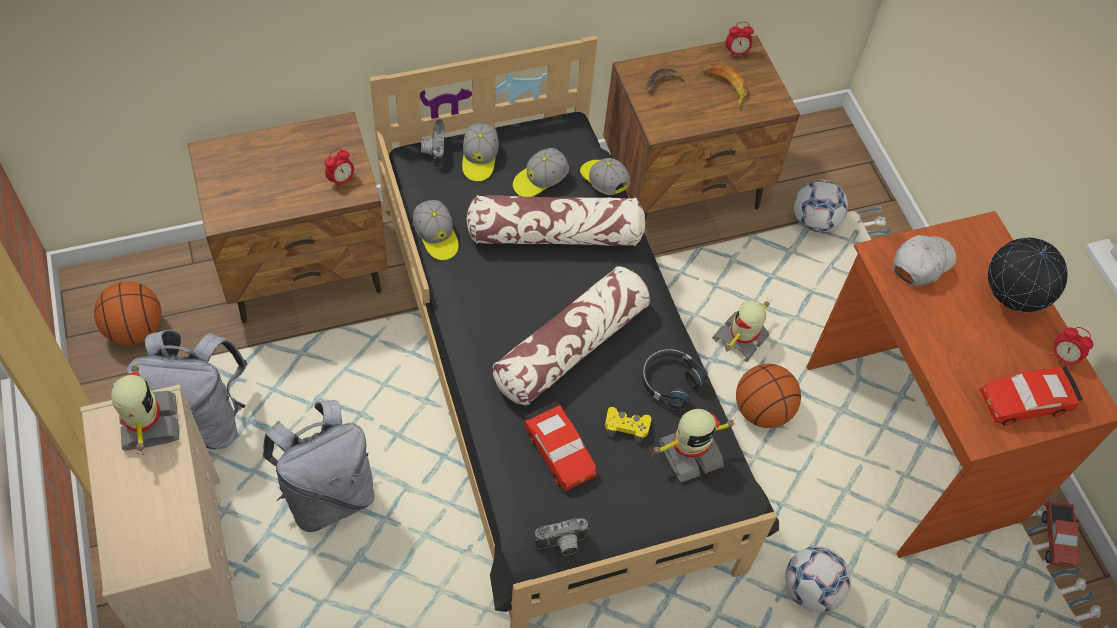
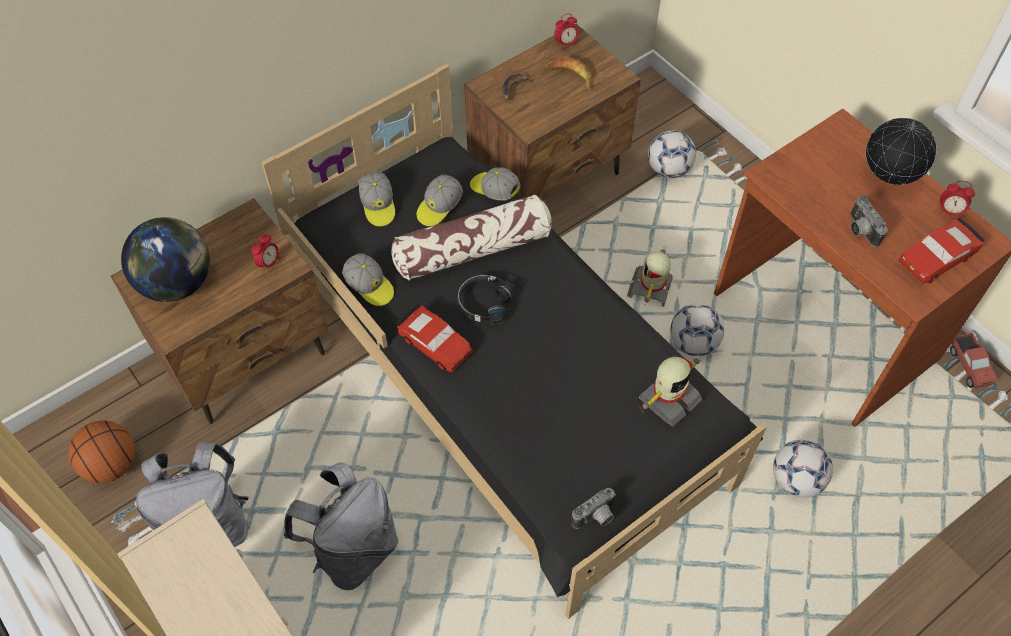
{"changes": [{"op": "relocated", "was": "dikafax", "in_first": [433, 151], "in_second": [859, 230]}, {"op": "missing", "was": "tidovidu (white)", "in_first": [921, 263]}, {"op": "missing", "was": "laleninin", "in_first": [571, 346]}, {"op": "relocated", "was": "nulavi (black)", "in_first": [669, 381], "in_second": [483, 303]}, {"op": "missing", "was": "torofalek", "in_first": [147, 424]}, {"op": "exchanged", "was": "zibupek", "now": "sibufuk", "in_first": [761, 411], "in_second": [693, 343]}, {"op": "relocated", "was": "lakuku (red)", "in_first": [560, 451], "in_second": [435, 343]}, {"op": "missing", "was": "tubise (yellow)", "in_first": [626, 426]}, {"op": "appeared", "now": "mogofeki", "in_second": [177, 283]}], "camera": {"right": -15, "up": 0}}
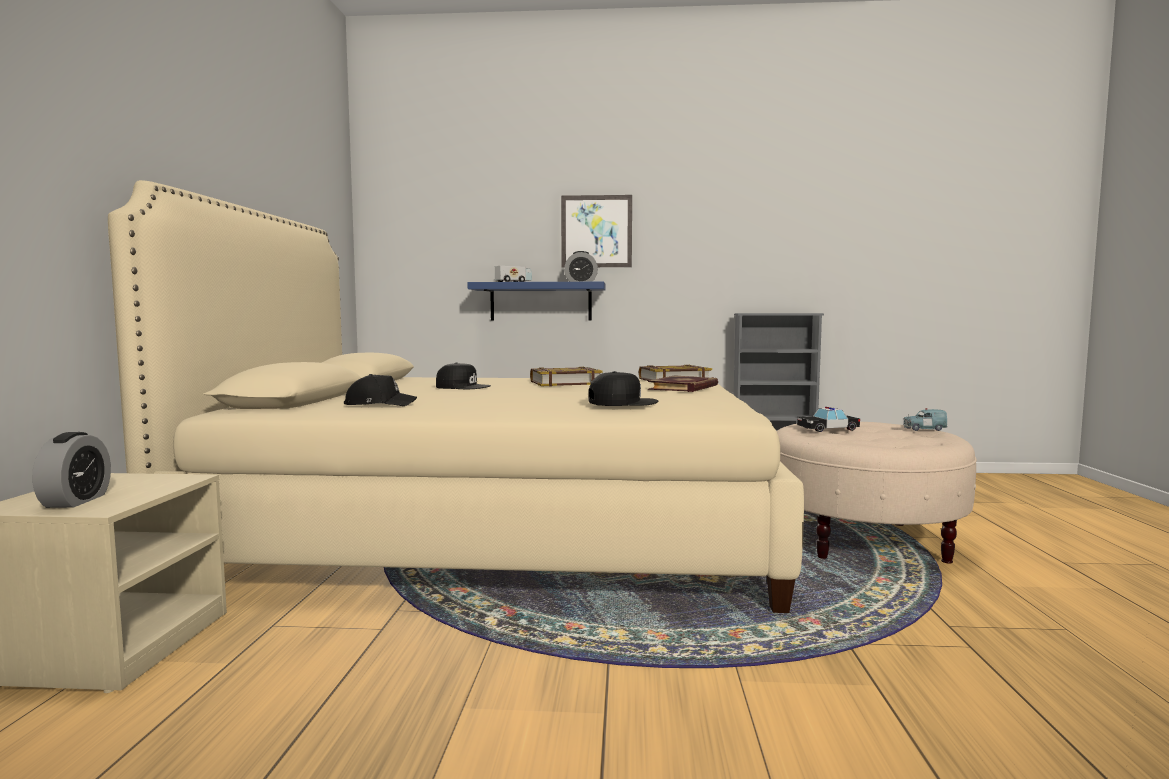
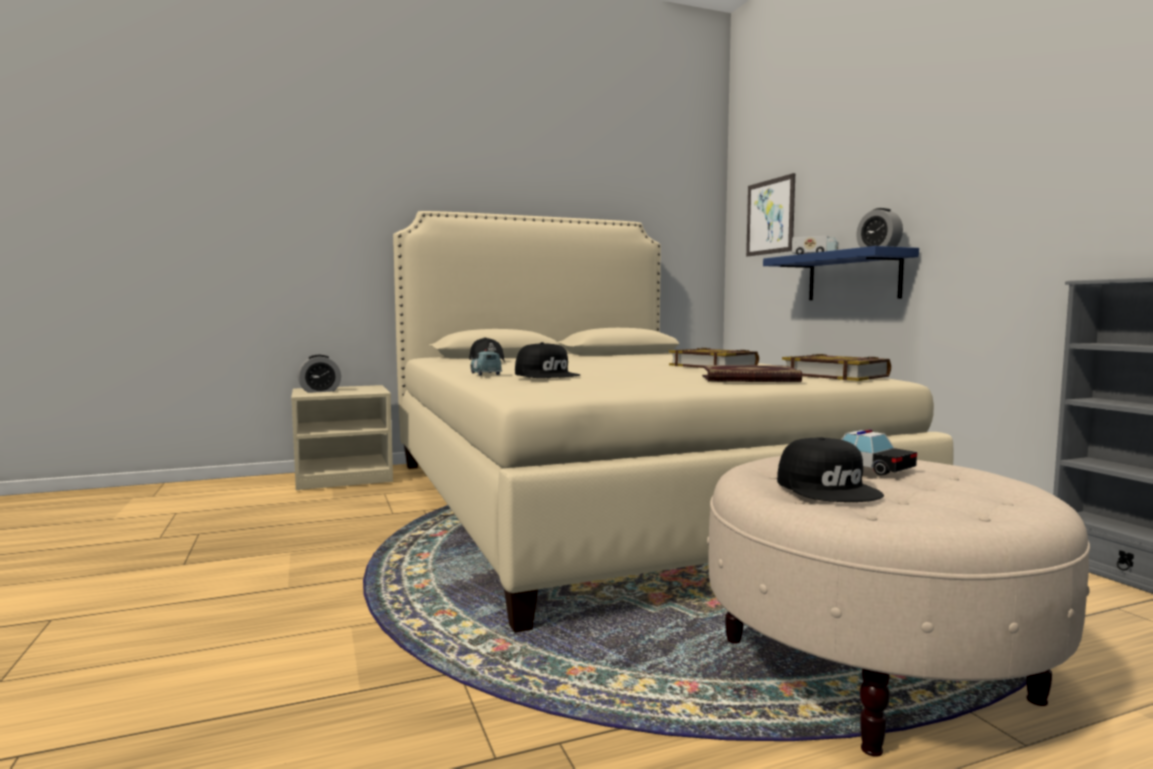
{"changes": [{"op": "relocated", "was": "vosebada", "in_first": [596, 231], "in_second": [770, 217]}, {"op": "relocated", "was": "tidovidu (black)", "in_first": [463, 387], "in_second": [829, 488]}, {"op": "relocated", "was": "lakuku (blue)", "in_first": [924, 429], "in_second": [485, 374]}], "camera": {"right": 65, "up": 0}}
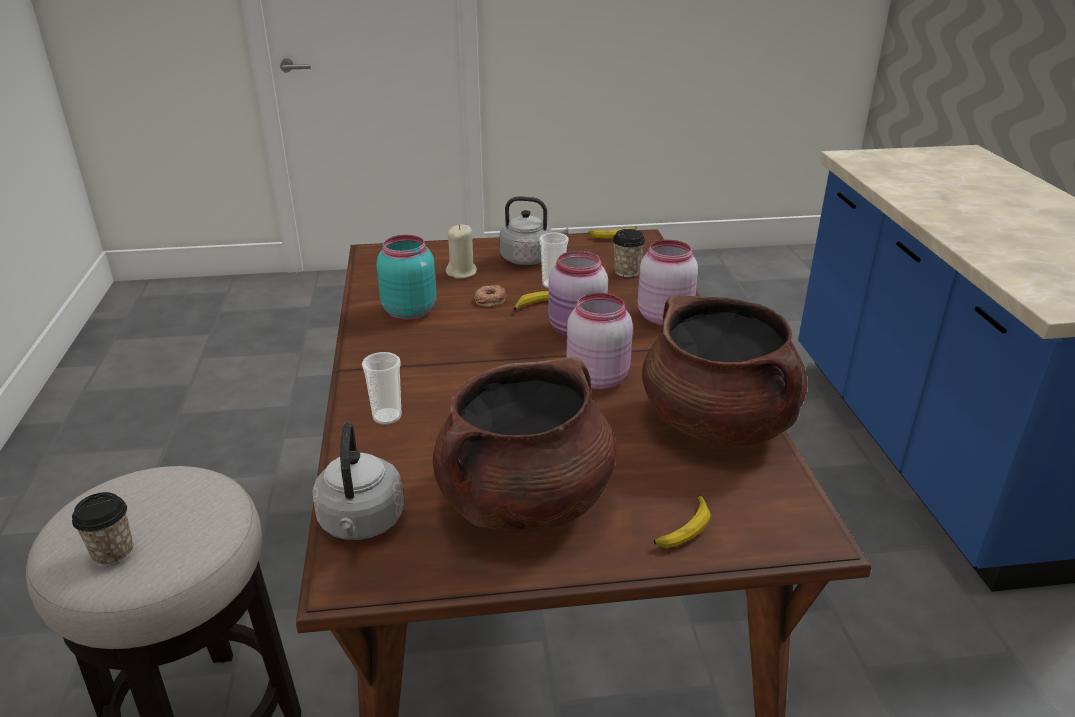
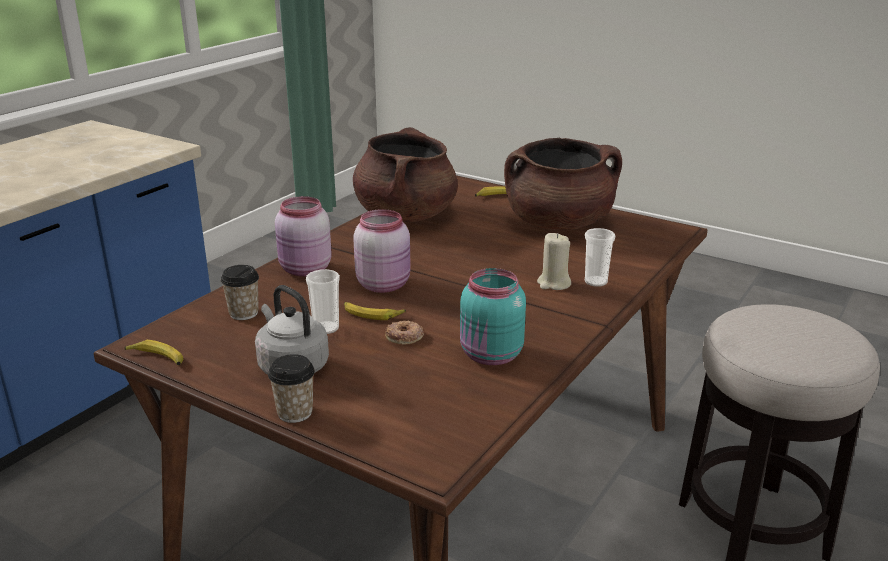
{"changes": [{"op": "relocated", "was": "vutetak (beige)", "in_first": [462, 272], "in_second": [553, 284]}, {"op": "missing", "was": "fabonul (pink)", "in_first": [597, 377]}, {"op": "missing", "was": "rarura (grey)", "in_first": [361, 523]}, {"op": "relocated", "was": "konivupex", "in_first": [113, 553], "in_second": [295, 413]}], "camera": {"right": -140, "up": -5}}
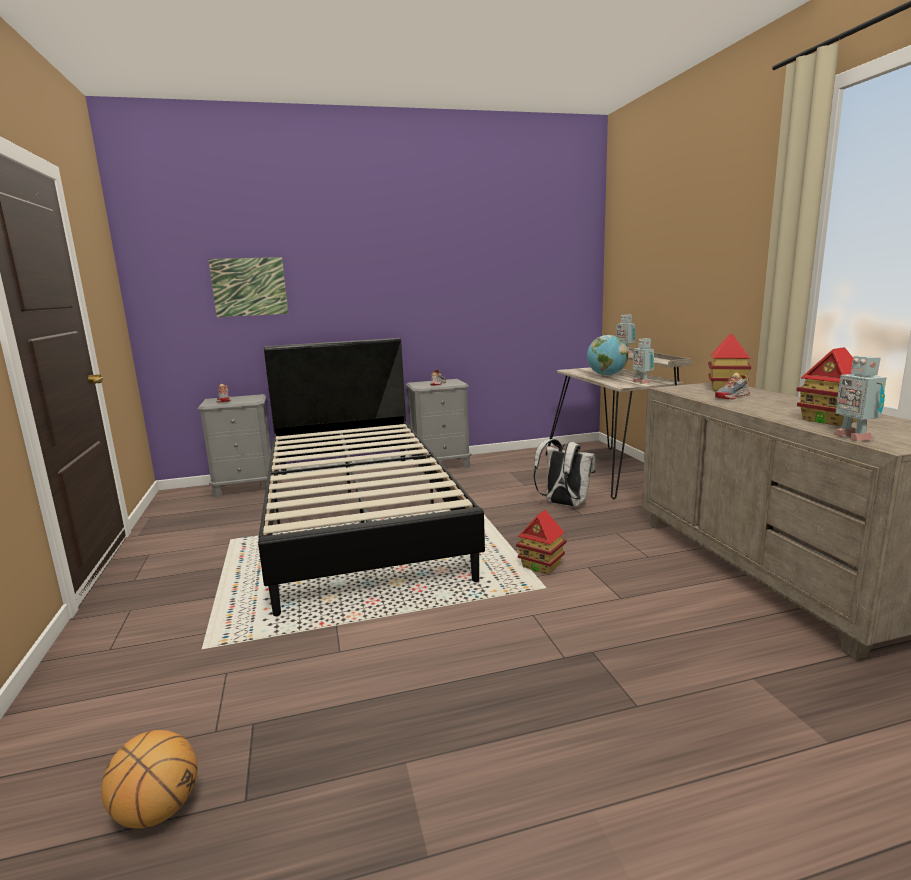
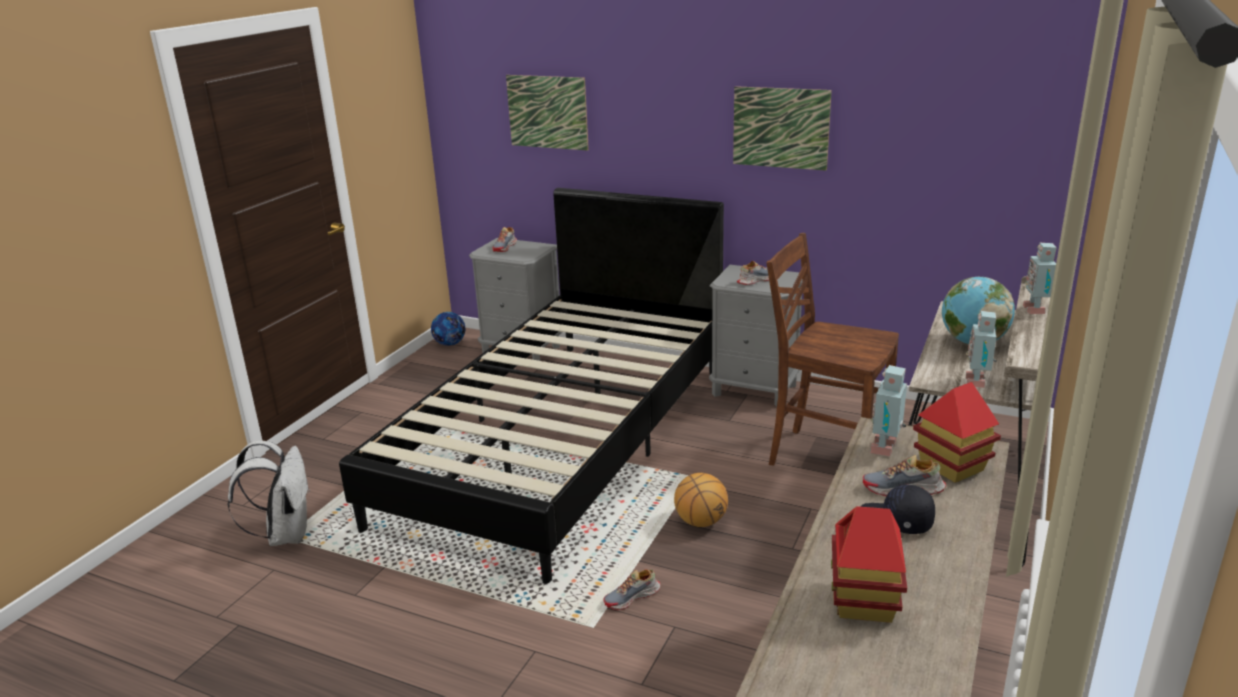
{"changes": [{"op": "relocated", "was": "torofalek", "in_first": [853, 437], "in_second": [886, 448]}, {"op": "relocated", "was": "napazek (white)", "in_first": [563, 504], "in_second": [286, 534]}, {"op": "exchanged", "was": "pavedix", "now": "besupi", "in_first": [541, 565], "in_second": [632, 597]}, {"op": "relocated", "was": "zibupek", "in_first": [158, 811], "in_second": [700, 522]}, {"op": "appeared", "now": "vosebada", "in_second": [780, 128]}, {"op": "appeared", "now": "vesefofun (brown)", "in_second": [825, 457]}, {"op": "appeared", "now": "sibufuk", "in_second": [450, 344]}, {"op": "appeared", "now": "tidovidu (black)", "in_second": [896, 521]}], "camera": {"right": 40, "up": 10}}
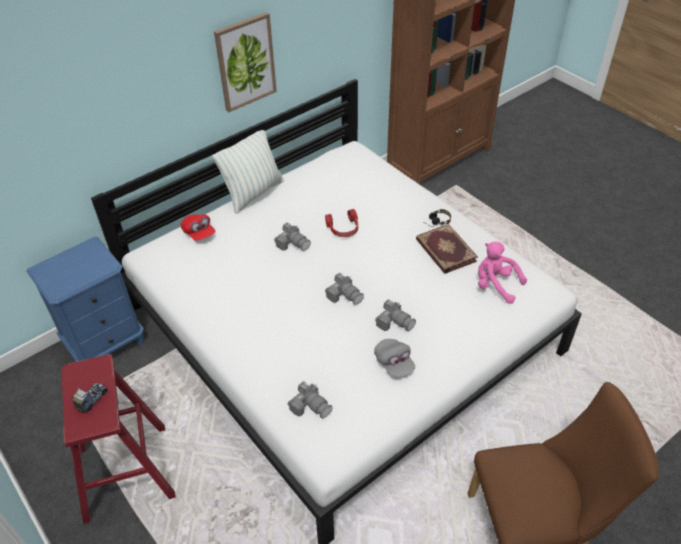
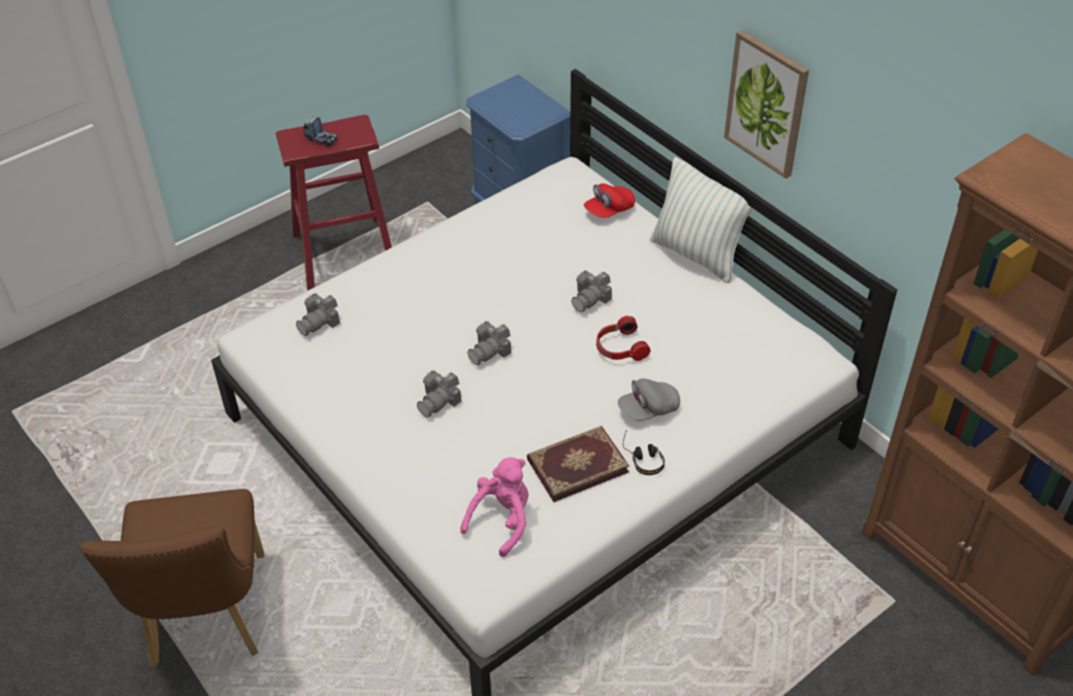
{"changes": [{"op": "relocated", "was": "tidovidu (grey)", "in_first": [394, 363], "in_second": [648, 409]}], "camera": {"right": 90, "up": 0}}
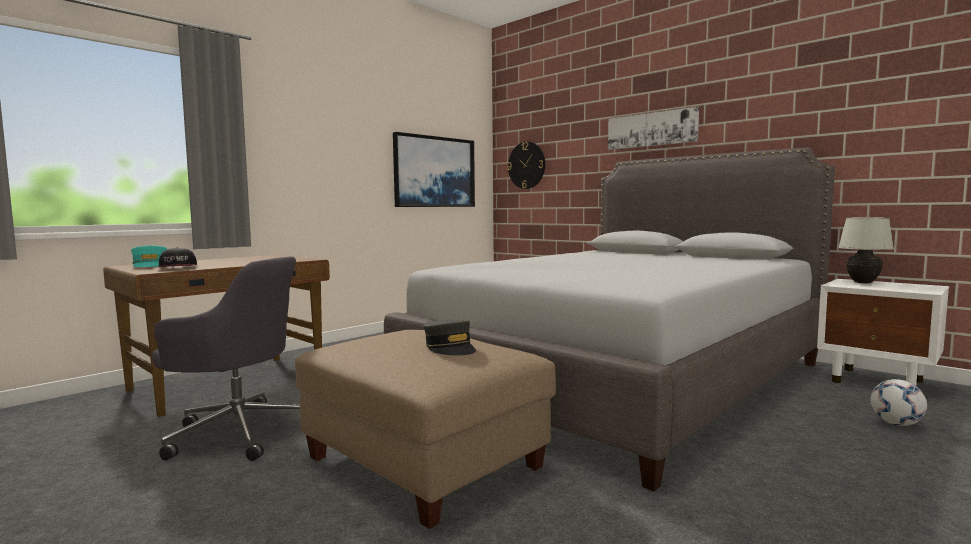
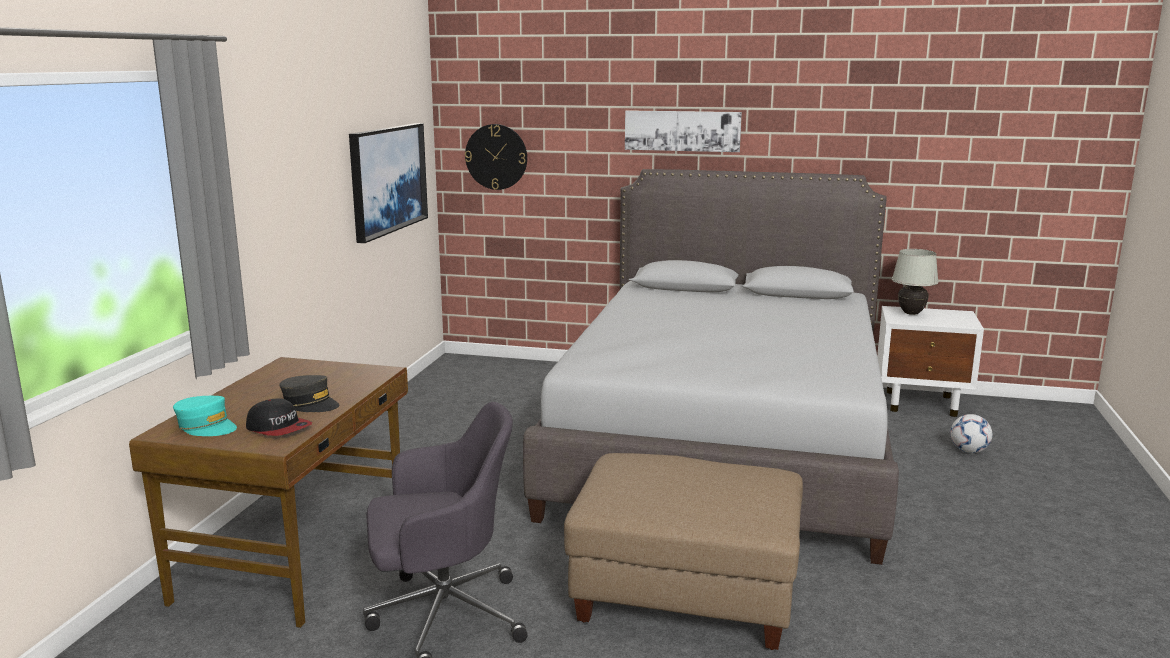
{"changes": [{"op": "relocated", "was": "tidovidu (grey)", "in_first": [450, 348], "in_second": [310, 404]}], "camera": {"right": -30, "up": 10}}
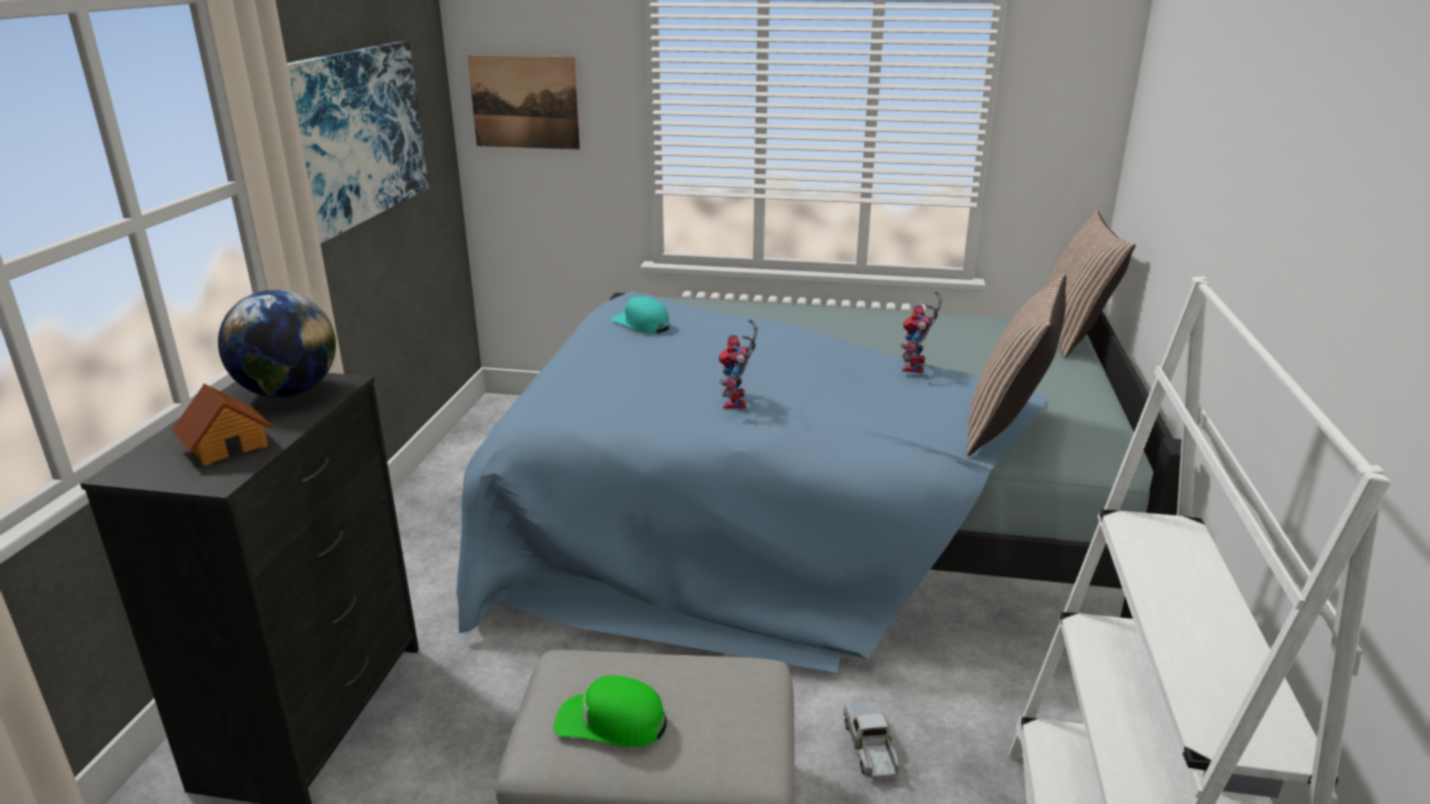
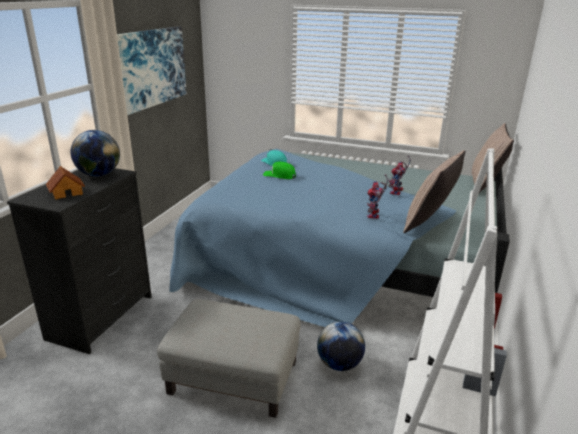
{"changes": [{"op": "missing", "was": "vosebada", "in_first": [524, 102]}, {"op": "relocated", "was": "torofalek", "in_first": [737, 402], "in_second": [374, 215]}, {"op": "relocated", "was": "tidovidu (green)", "in_first": [611, 722], "in_second": [279, 175]}, {"op": "exchanged", "was": "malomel", "now": "mogofeki", "in_first": [871, 748], "in_second": [339, 364]}], "camera": {"right": 10, "up": 0}}
